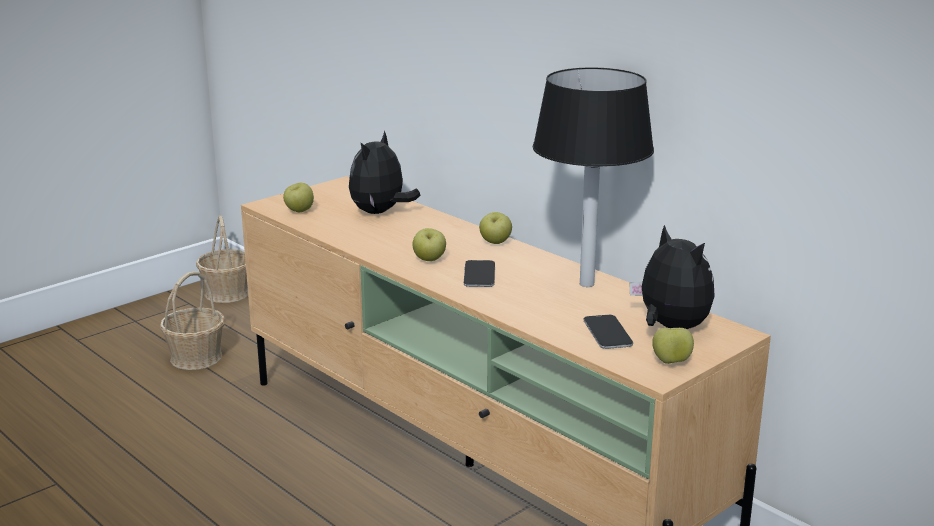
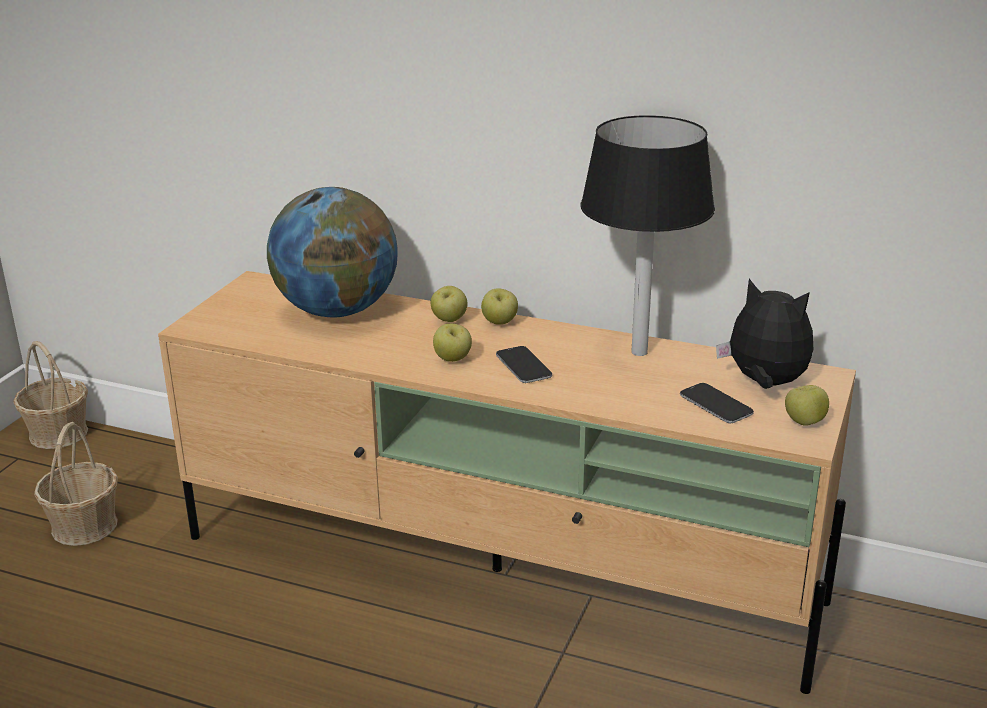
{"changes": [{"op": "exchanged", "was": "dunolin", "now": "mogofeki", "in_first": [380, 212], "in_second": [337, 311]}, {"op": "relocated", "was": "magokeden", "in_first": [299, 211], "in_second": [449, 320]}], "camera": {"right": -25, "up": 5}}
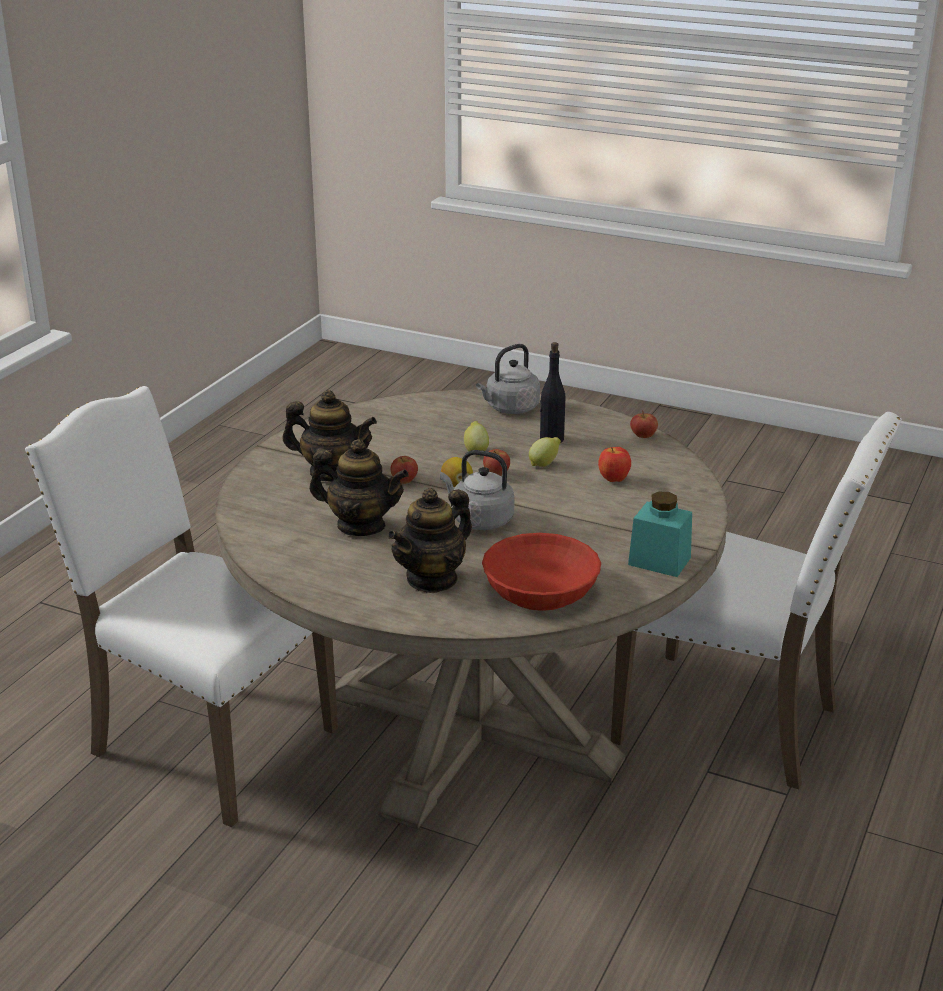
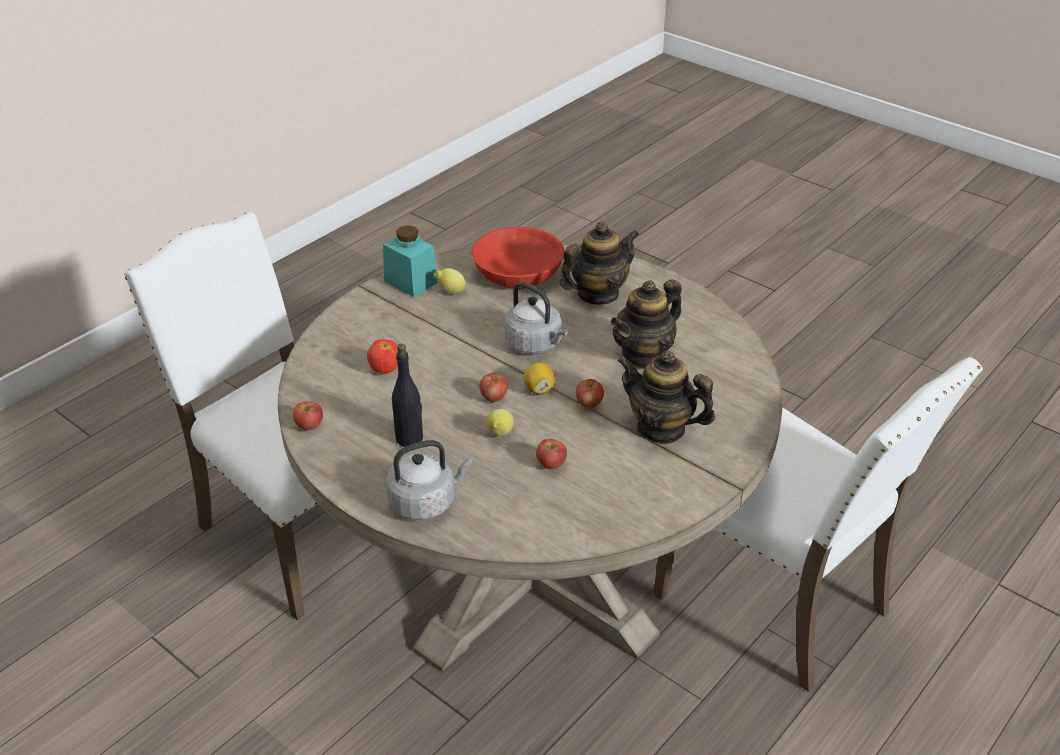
{"changes": [{"op": "relocated", "was": "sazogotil", "in_first": [544, 464], "in_second": [450, 292]}, {"op": "spun", "was": "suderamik", "in_first": [361, 526], "in_second": [644, 355], "clockwise": -75}, {"op": "appeared", "now": "magokeden", "in_second": [551, 464]}], "camera": {"right": -165, "up": 10}}
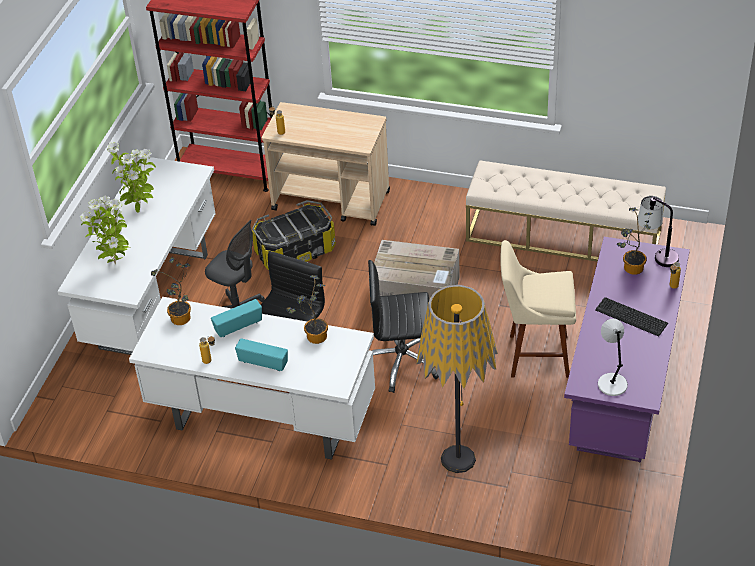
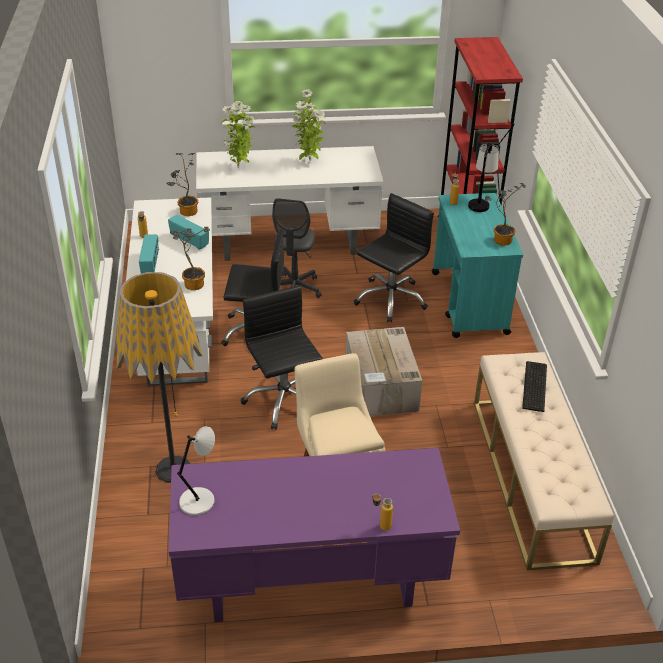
{"changes": [{"op": "colour", "was": "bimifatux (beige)", "now": "bimifatux (turquoise)", "in_first": [332, 201], "in_second": [469, 303]}, {"op": "relocated", "was": "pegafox", "in_first": [656, 254], "in_second": [480, 201]}, {"op": "exchanged", "was": "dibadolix", "now": "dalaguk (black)", "in_first": [295, 251], "in_second": [390, 299]}, {"op": "relocated", "was": "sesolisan", "in_first": [631, 269], "in_second": [500, 239]}, {"op": "relocated", "was": "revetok", "in_first": [631, 318], "in_second": [533, 386]}], "camera": {"right": 65, "up": -5}}
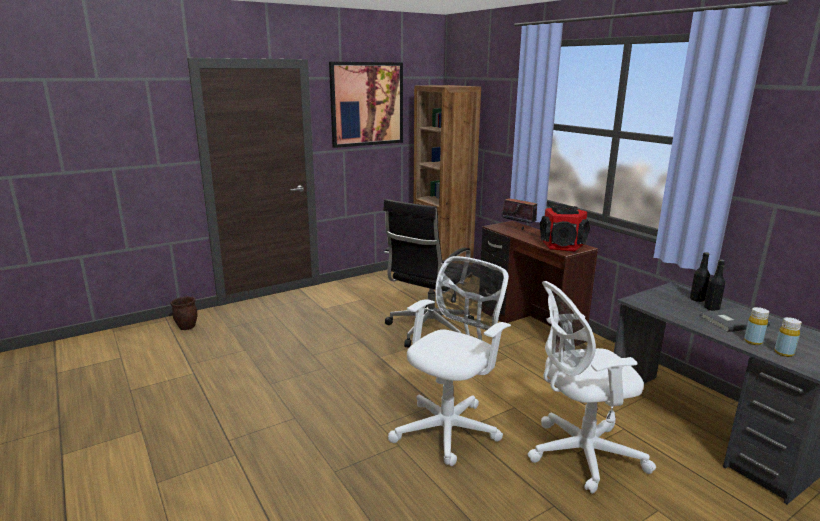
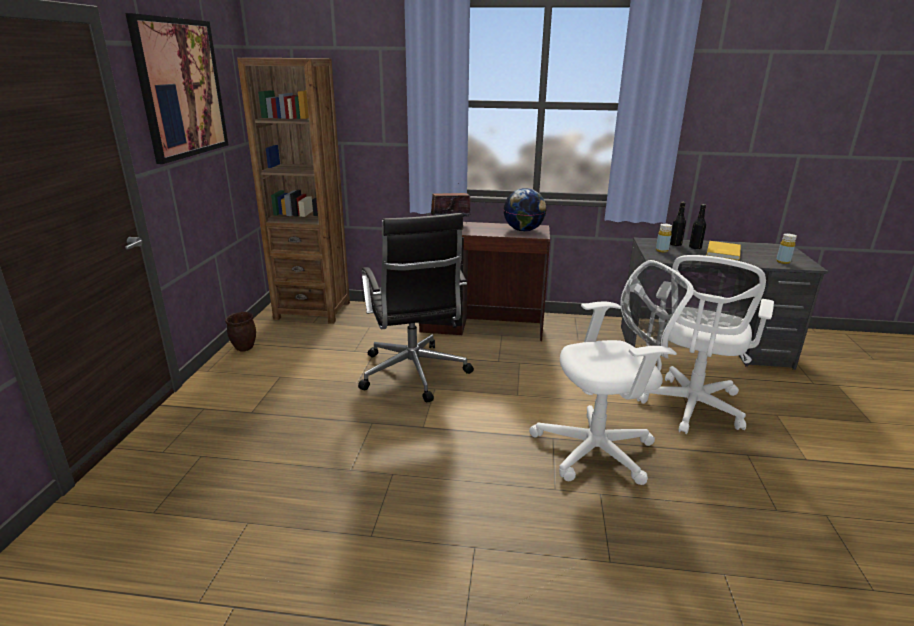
{"changes": [{"op": "exchanged", "was": "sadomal", "now": "mogofeki", "in_first": [563, 245], "in_second": [523, 230]}, {"op": "spun", "was": "dalaguk (white)", "in_first": [449, 428], "in_second": [600, 450], "clockwise": 90}, {"op": "relocated", "was": "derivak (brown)", "in_first": [187, 327], "in_second": [244, 348]}, {"op": "colour", "was": "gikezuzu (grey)", "now": "gikezuzu (yellow)", "in_first": [732, 321], "in_second": [722, 252]}, {"op": "relocated", "was": "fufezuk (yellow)", "in_first": [753, 341], "in_second": [662, 250]}], "camera": {"right": -50, "up": 5}}
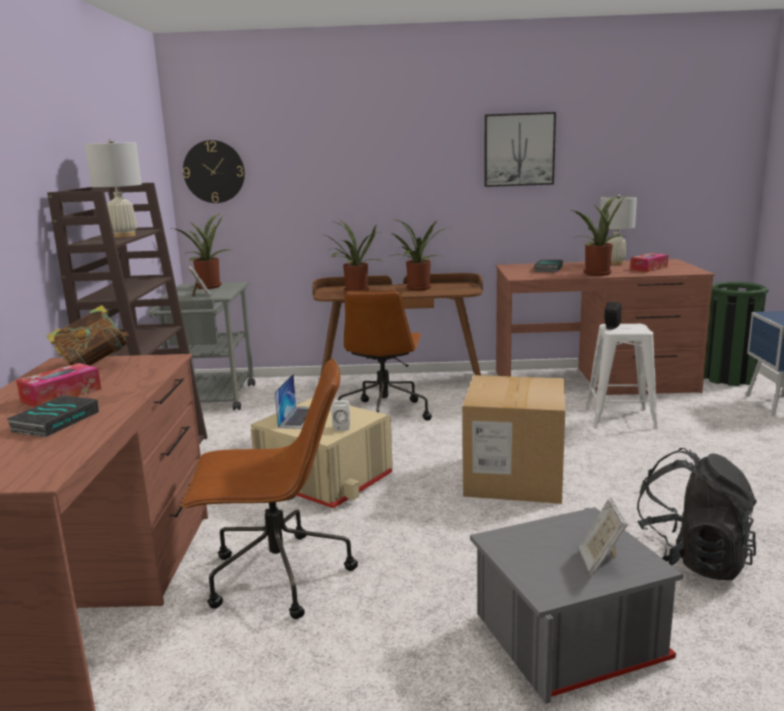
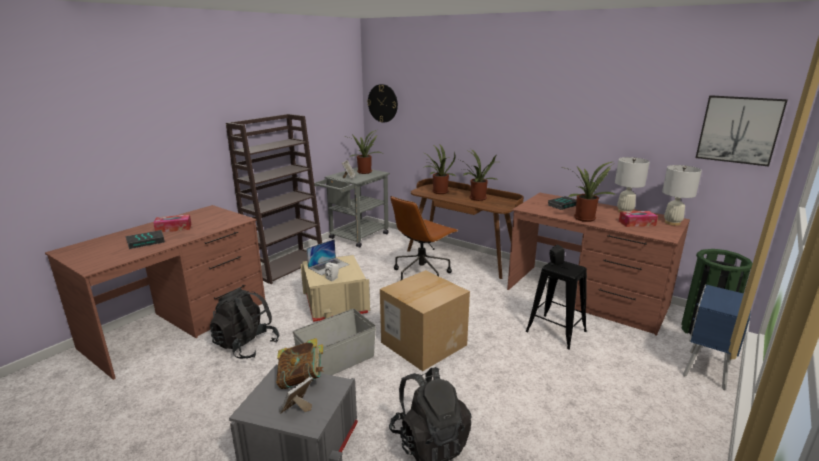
{"changes": [{"op": "relocated", "was": "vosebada", "in_first": [519, 149], "in_second": [739, 130]}, {"op": "relocated", "was": "pegafox (white)", "in_first": [123, 236], "in_second": [672, 223]}, {"op": "relocated", "was": "gikezuzu", "in_first": [93, 365], "in_second": [302, 379]}, {"op": "colour", "was": "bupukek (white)", "now": "bupukek (black)", "in_first": [620, 419], "in_second": [556, 331]}, {"op": "exchanged", "was": "dalaguk (brown)", "now": "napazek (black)", "in_first": [276, 577], "in_second": [246, 345]}, {"op": "appeared", "now": "dibadolix (grey)", "in_second": [337, 361]}], "camera": {"right": 35, "up": 5}}
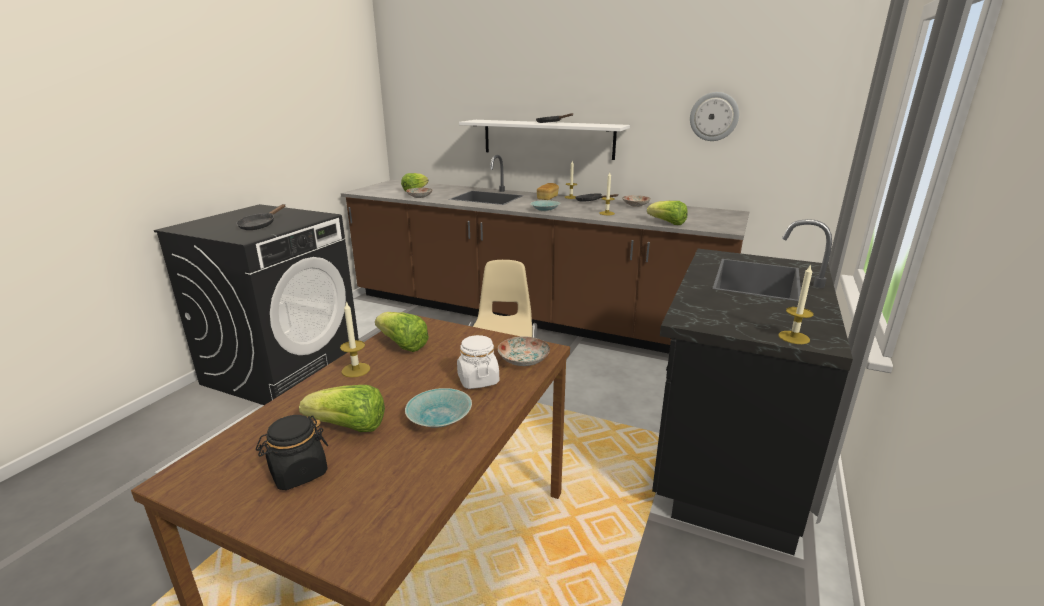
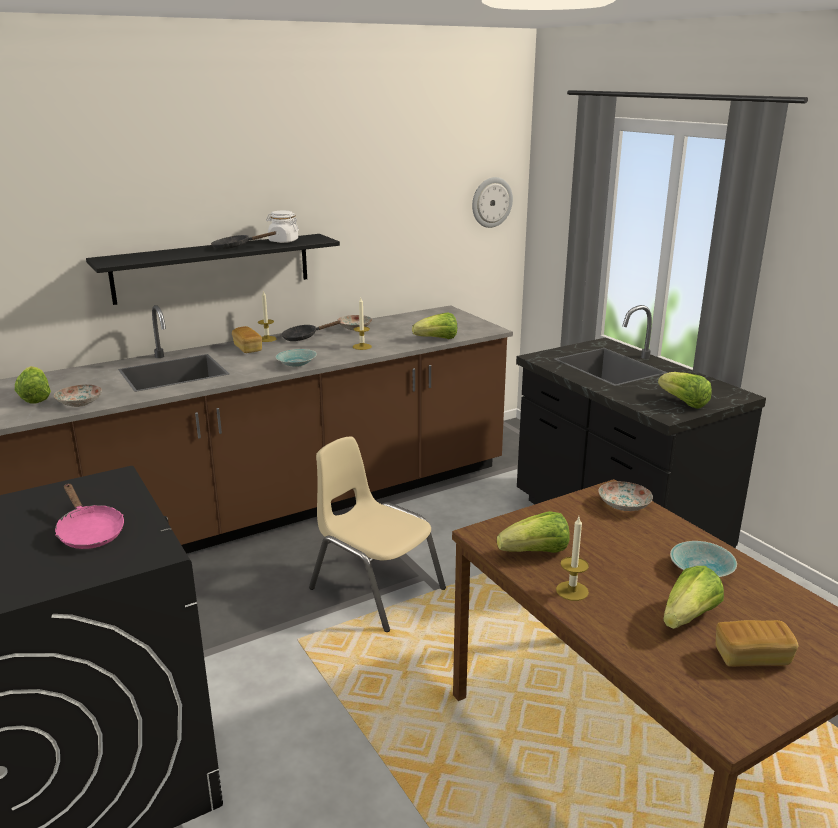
{"changes": [{"op": "relocated", "was": "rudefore", "in_first": [714, 116], "in_second": [491, 202]}, {"op": "colour", "was": "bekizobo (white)", "now": "bekizobo (black)", "in_first": [547, 139], "in_second": [213, 268]}, {"op": "colour", "was": "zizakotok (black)", "now": "zizakotok (pink)", "in_first": [260, 225], "in_second": [89, 532]}, {"op": "missing", "was": "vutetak", "in_first": [793, 337]}, {"op": "relocated", "was": "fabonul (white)", "in_first": [478, 380], "in_second": [283, 241]}, {"op": "exchanged", "was": "fabonul (black)", "now": "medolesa", "in_first": [298, 473], "in_second": [752, 657]}, {"op": "appeared", "now": "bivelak", "in_second": [683, 403]}], "camera": {"right": -55, "up": 0}}
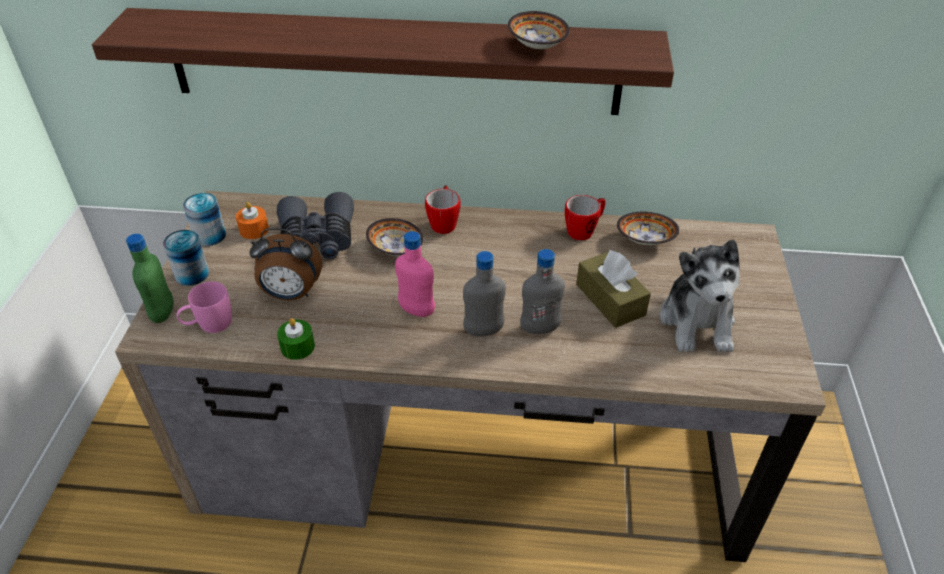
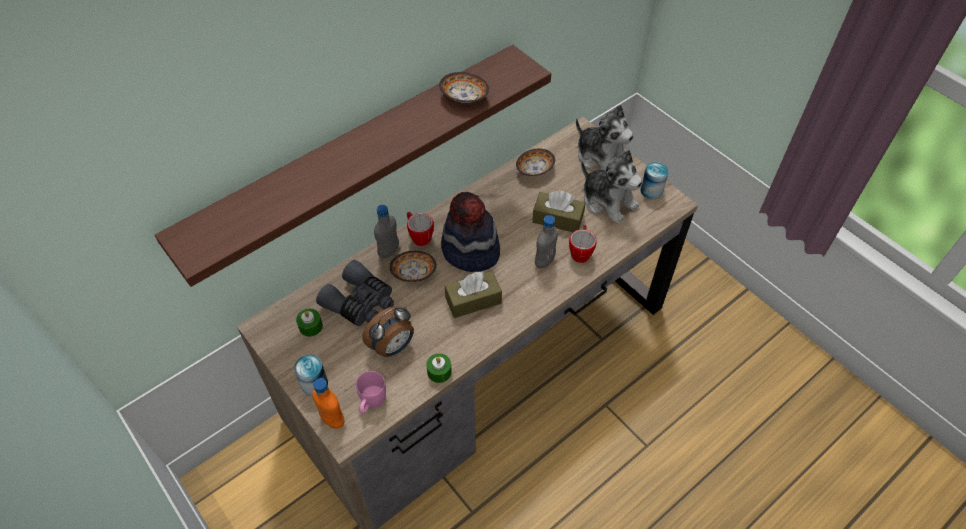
{"changes": [{"op": "relocated", "was": "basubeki", "in_first": [209, 236], "in_second": [651, 190]}, {"op": "relocated", "was": "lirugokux", "in_first": [584, 230], "in_second": [581, 252]}, {"op": "colour", "was": "vutetak (orange)", "now": "vutetak (green)", "in_first": [254, 229], "in_second": [310, 326]}, {"op": "exchanged", "was": "fufezuk (pink)", "now": "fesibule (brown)", "in_first": [416, 310], "in_second": [473, 300]}, {"op": "colour", "was": "fufezuk (green)", "now": "fufezuk (orange)", "in_first": [163, 312], "in_second": [333, 419]}, {"op": "relocated", "was": "fufezuk (grey)", "in_first": [483, 331], "in_second": [389, 251]}, {"op": "appeared", "now": "dunolin", "in_second": [601, 157]}, {"op": "appeared", "now": "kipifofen", "in_second": [470, 251]}], "camera": {"right": -45, "up": 10}}
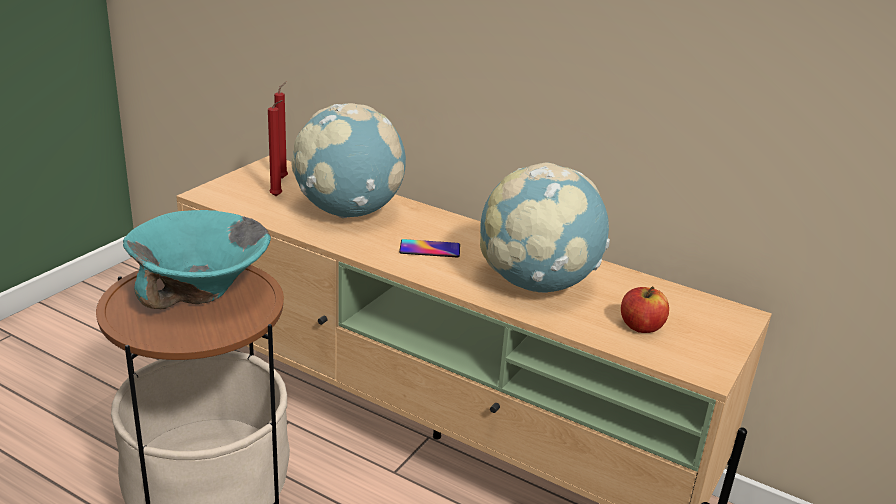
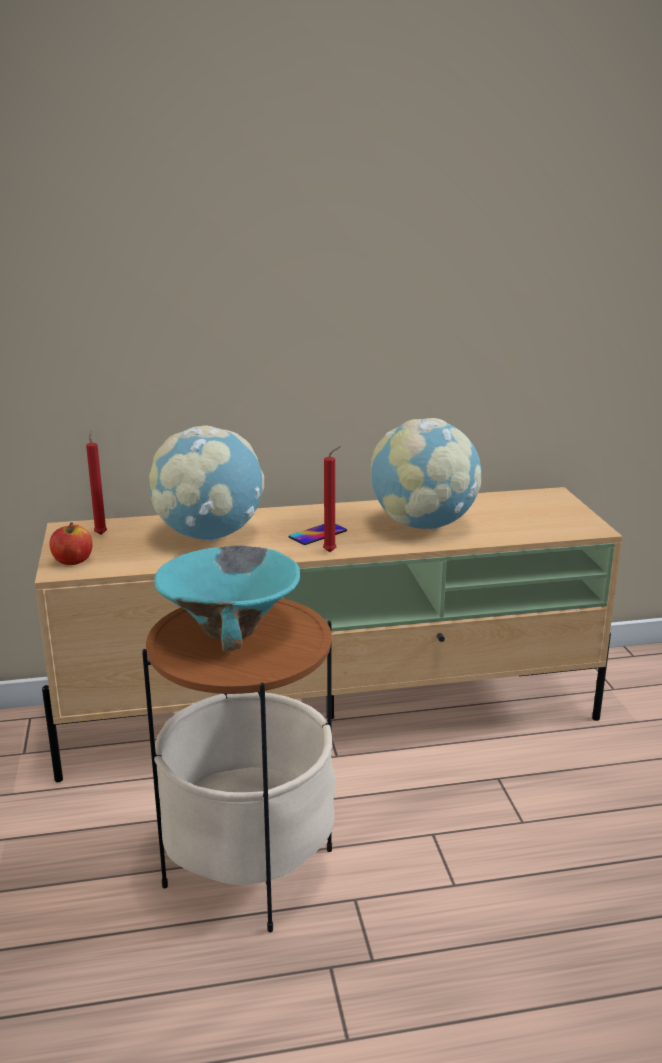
{"changes": [{"op": "relocated", "was": "vutetak (red)", "in_first": [278, 197], "in_second": [332, 552]}, {"op": "relocated", "was": "magokeden", "in_first": [641, 326], "in_second": [73, 561]}], "camera": {"right": -40, "up": -5}}
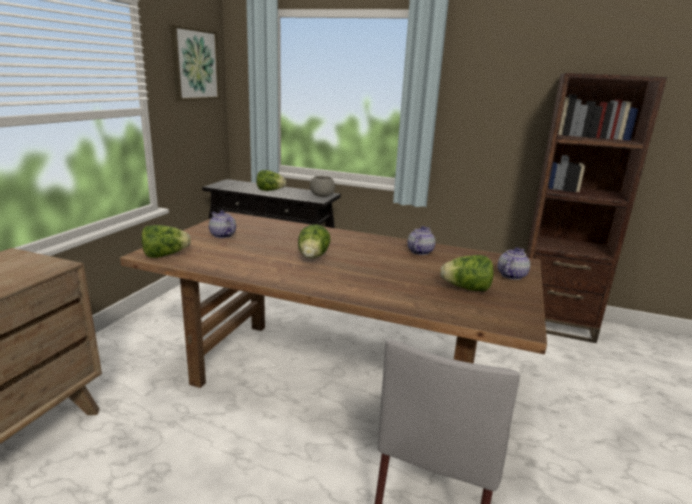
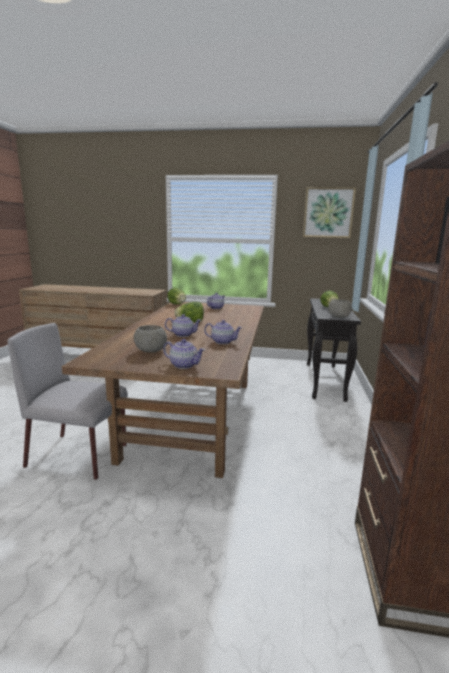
{"changes": [{"op": "exchanged", "was": "bivelak", "now": "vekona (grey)", "in_first": [466, 288], "in_second": [150, 351]}, {"op": "appeared", "now": "suderamik", "in_second": [183, 335]}], "camera": {"right": 80, "up": -5}}
